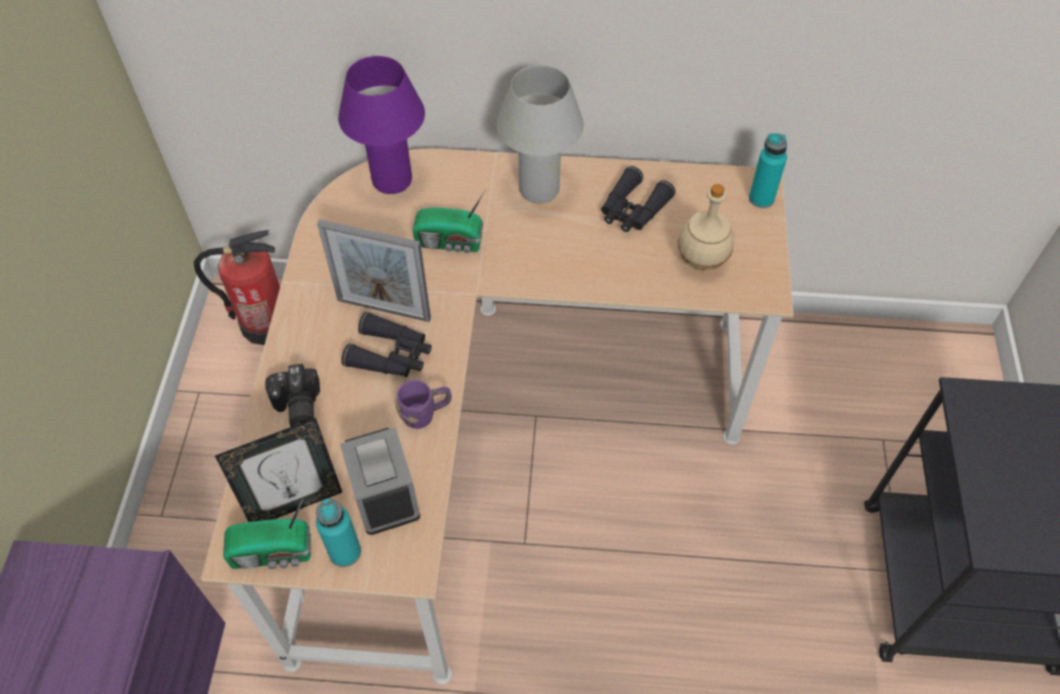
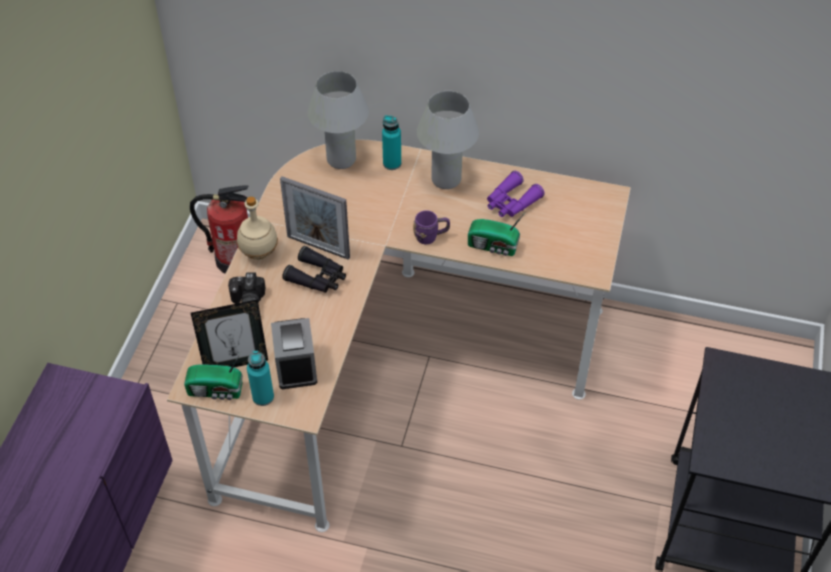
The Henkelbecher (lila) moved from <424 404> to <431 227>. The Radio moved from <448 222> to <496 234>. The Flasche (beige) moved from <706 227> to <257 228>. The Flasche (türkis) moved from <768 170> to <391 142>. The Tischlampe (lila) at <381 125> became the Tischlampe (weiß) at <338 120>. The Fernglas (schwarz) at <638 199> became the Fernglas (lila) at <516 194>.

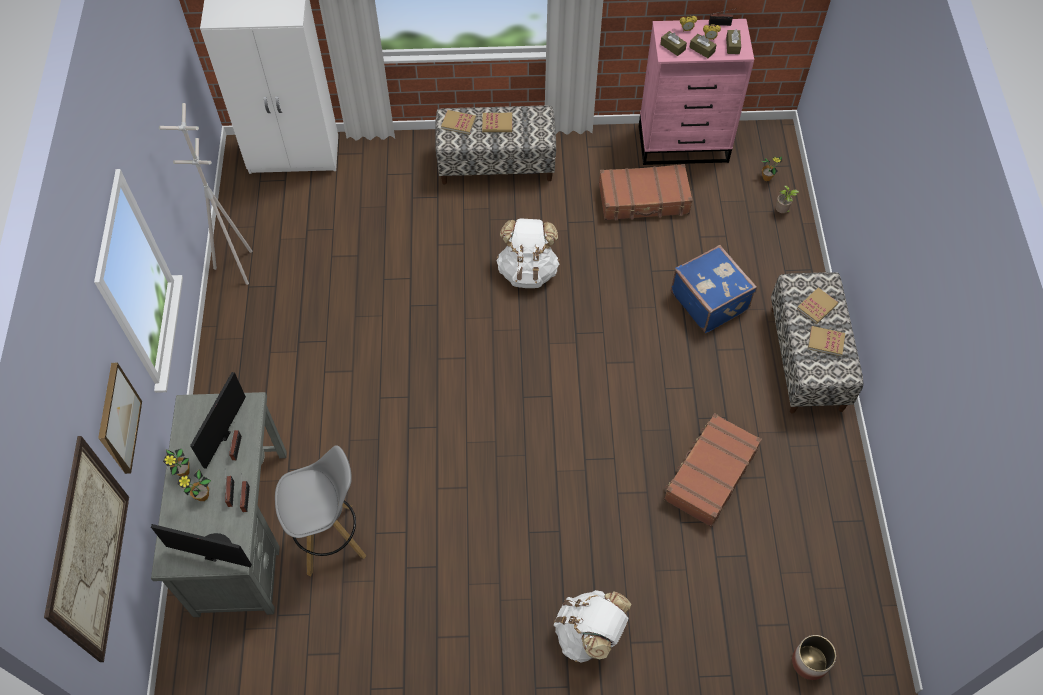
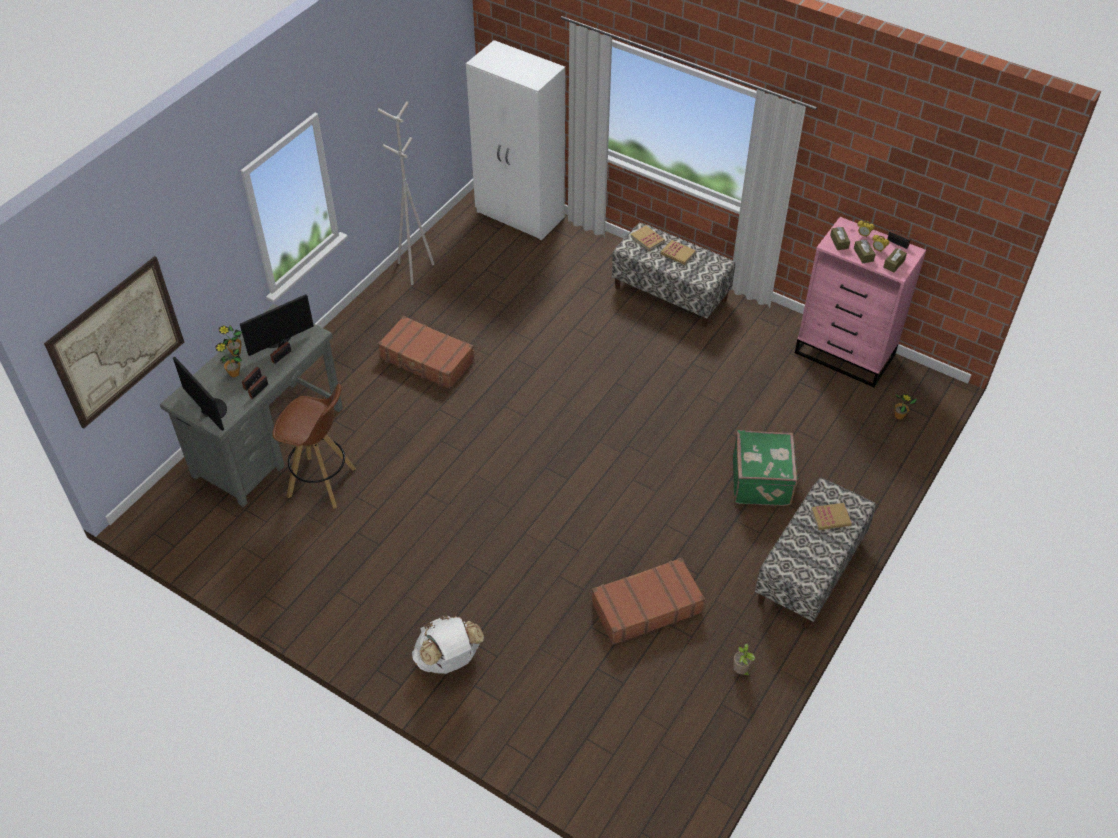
The Bild at <120 418> disappeared. The Rucksack (weiß) at <527 253> disappeared. The Pflanzkübel at <814 657> disappeared. The Buch at <826 341> disappeared. The Koffer (braun) moved from <646 192> to <426 352>. The Topfpflanze moved from <787 199> to <744 660>. The Hocker (grau) at <321 510> became the Hocker (braun) at <314 446>. The Koffer (blau) at <713 289> became the Koffer (grün) at <765 468>.

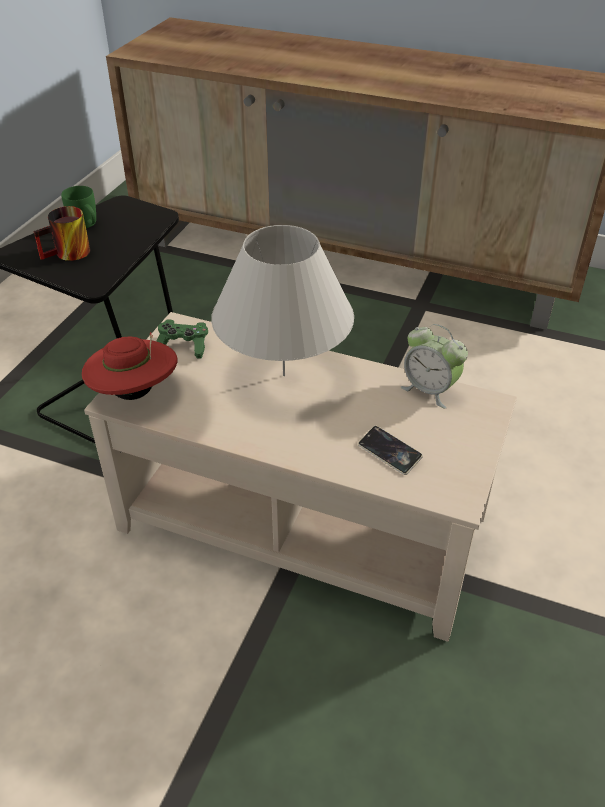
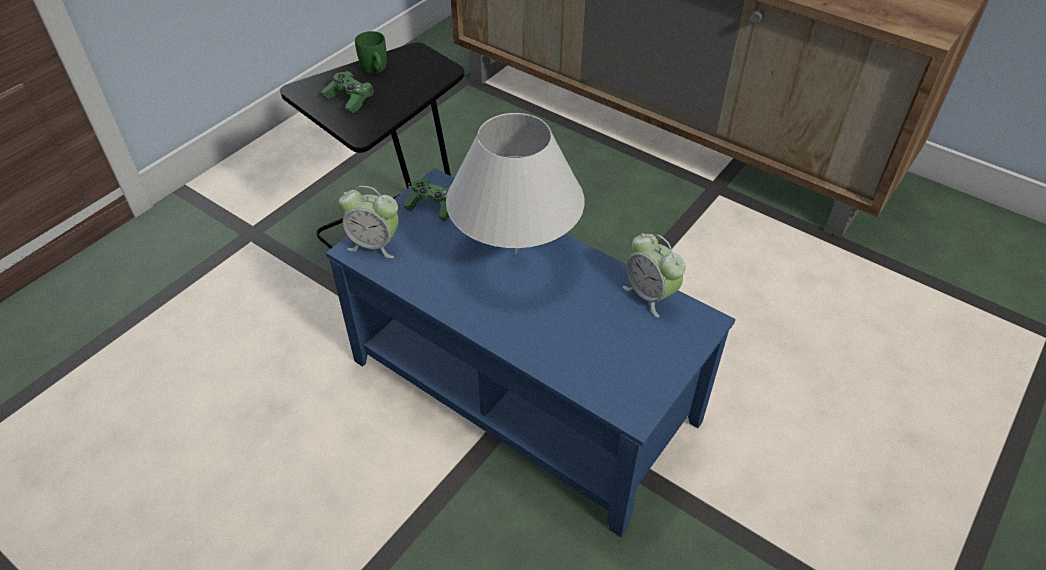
The Handy at <390 450> disappeared. The Henkelbecher at <61 233> was replaced by the Gamepad (grün) at <347 92>. The Hut (rot) at <130 366> was replaced by the Wecker at <369 222>. The Couchtisch (beige) at <300 477> became the Couchtisch (blau) at <531 352>.

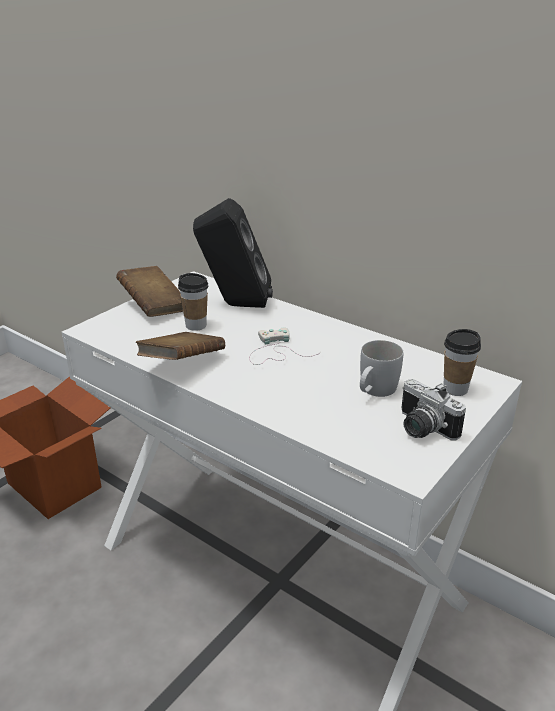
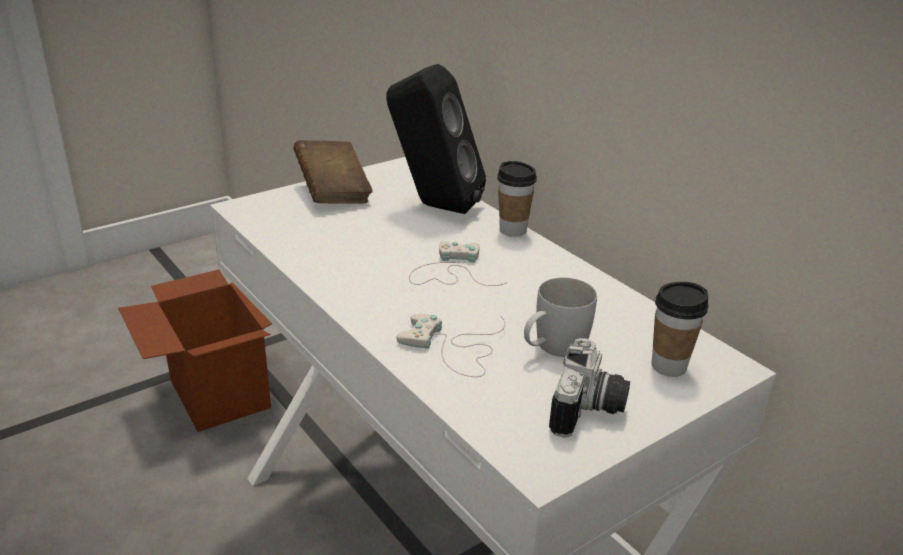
The Buch (braun) at <180 346> disappeared. The Gamepad (weiß) at <450 345> appeared. The Tasse moved from <193 302> to <517 199>. The Kamera at <434 409> turned 135 degrees counterclockwise.

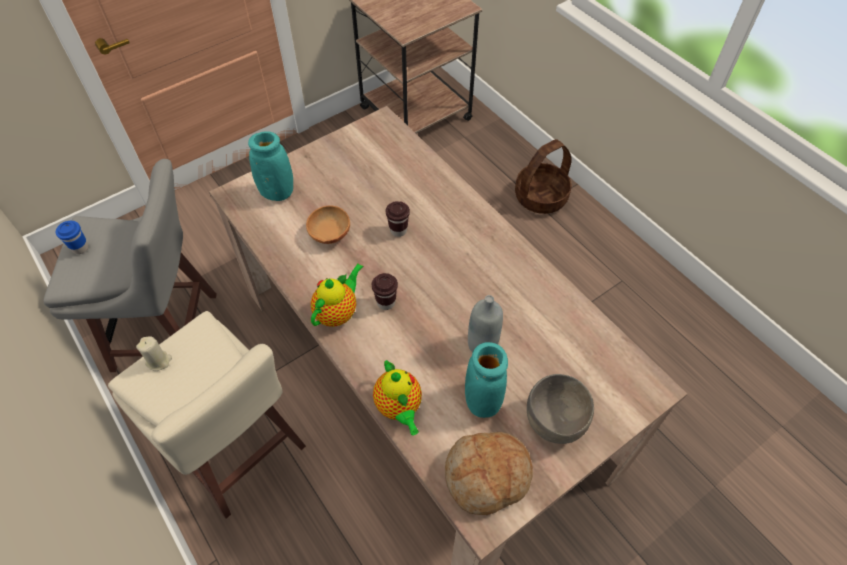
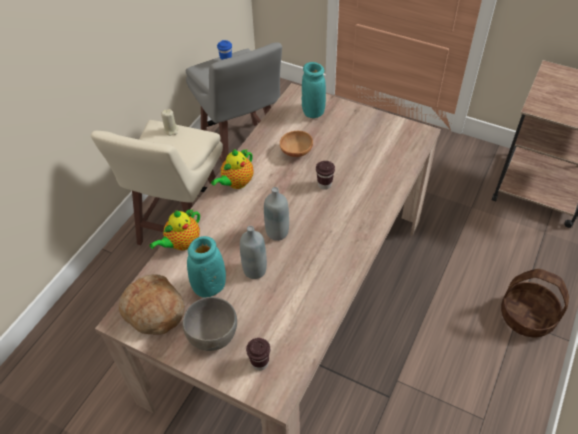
The Flasche (grau) at <276 214> appeared. The Tasse (braun) moved from <385 291> to <258 354>. The Teekanne at <337 295> turned 120 degrees clockwise.

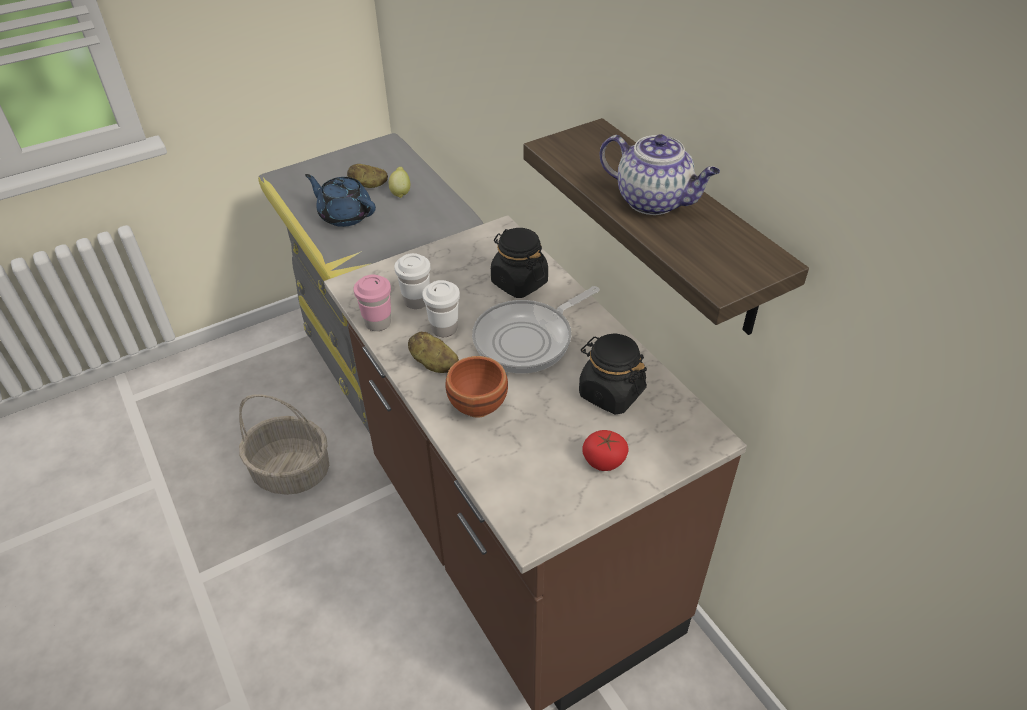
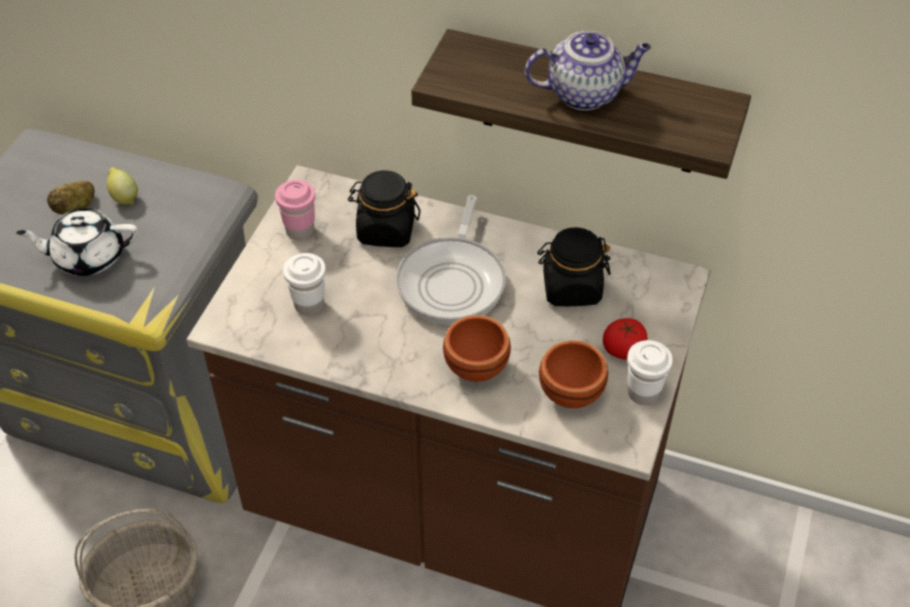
The Kartoffel at <433 352> disappeared. The Schüssel (braun) at <573 374> appeared. The Tasse (rosa) moved from <372 303> to <295 210>. The Tasse (weiß) moved from <441 308> to <650 372>. The Teekanne (blau) at <340 200> became the Teekanne (weiß) at <77 242>.

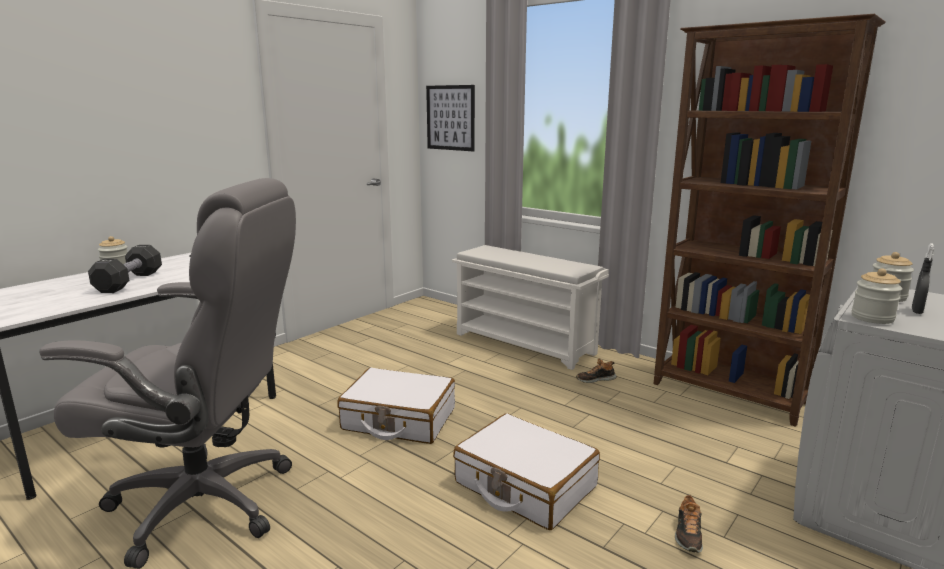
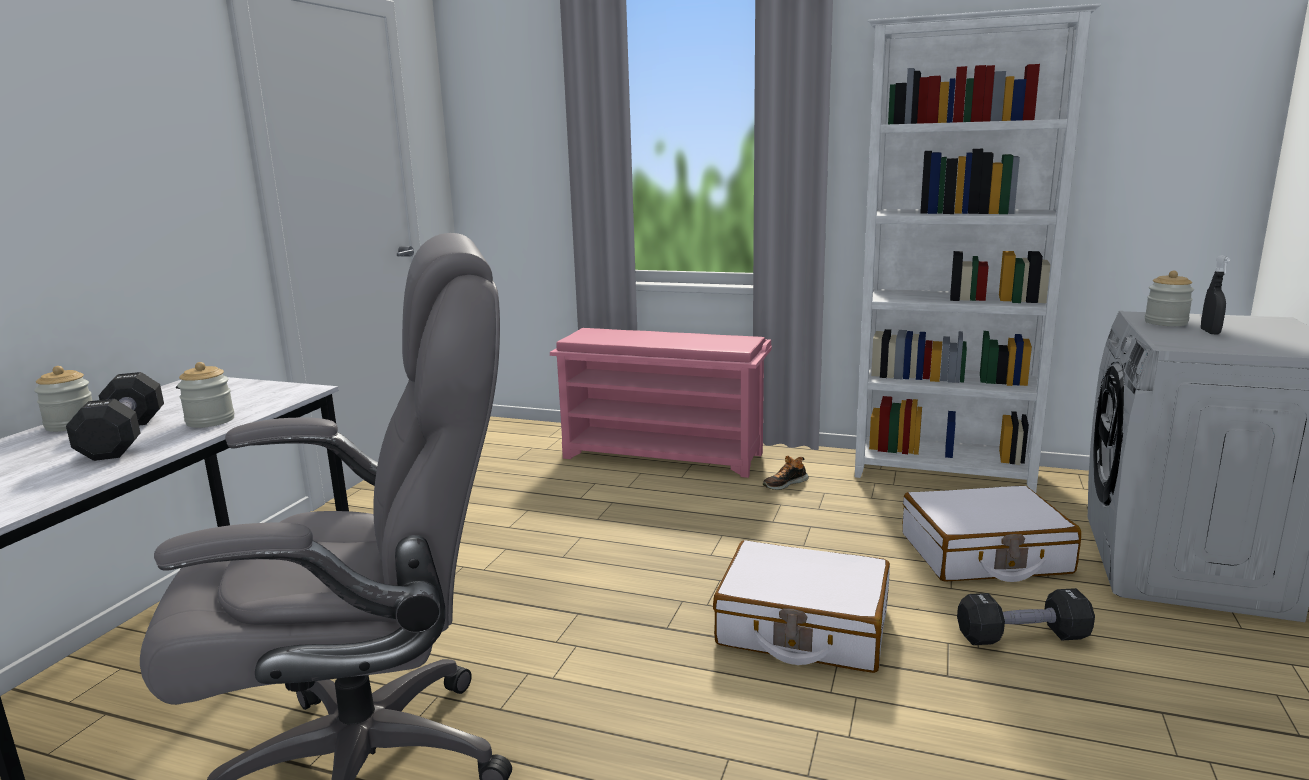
The Bild at <450 118> disappeared. The Koffer (weiß) moved from <396 406> to <991 533>. The Vorratsglas moved from <876 296> to <206 395>. The Schuh at <689 524> was replaced by the Hantel (schwarz) at <1026 616>. The Schuhregal (weiß) at <530 307> became the Schuhregal (rosa) at <661 403>. The Bücherregal (braun) at <769 220> became the Bücherregal (weiß) at <978 248>.

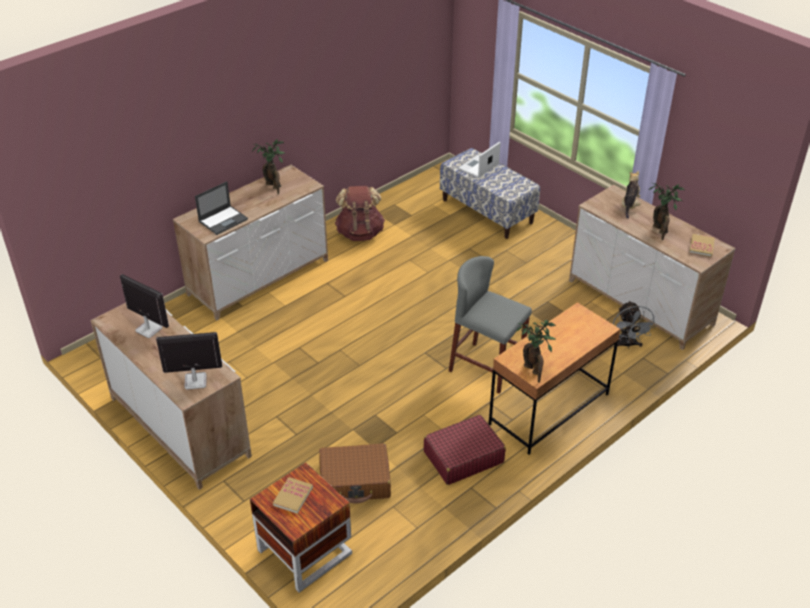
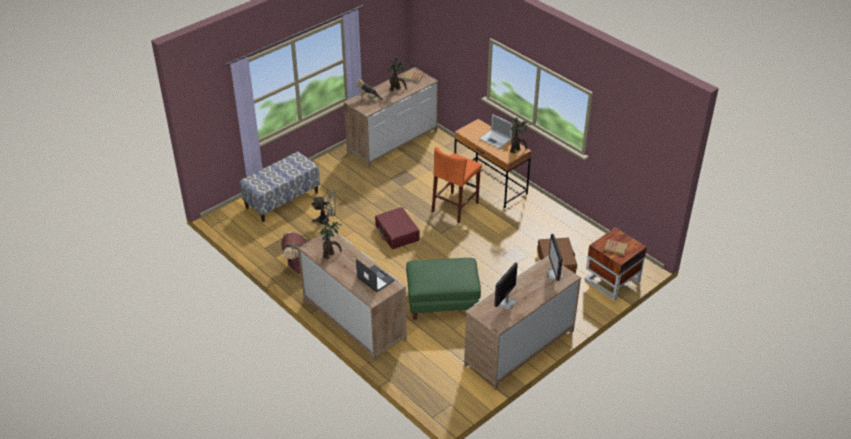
The Polsterhocker (grün) at <443 289> appeared. The Koffer (rot) moved from <464 450> to <397 228>. The Laptop moved from <479 160> to <496 131>. The Ventilator (grau) moved from <634 325> to <324 207>. The Hocker (grau) at <490 325> became the Hocker (orange) at <457 185>.

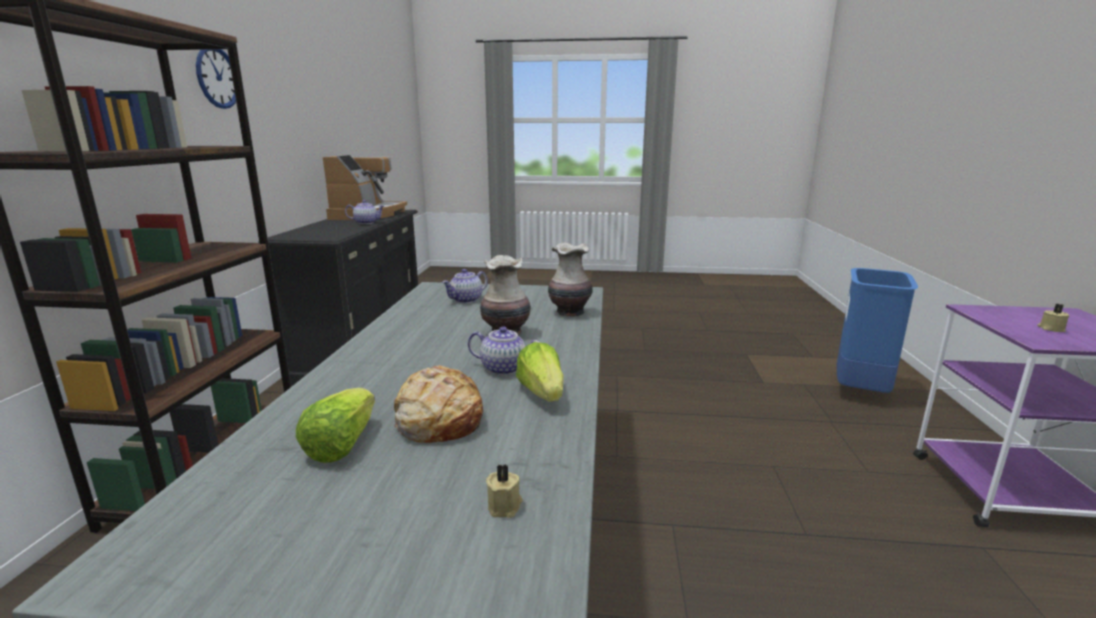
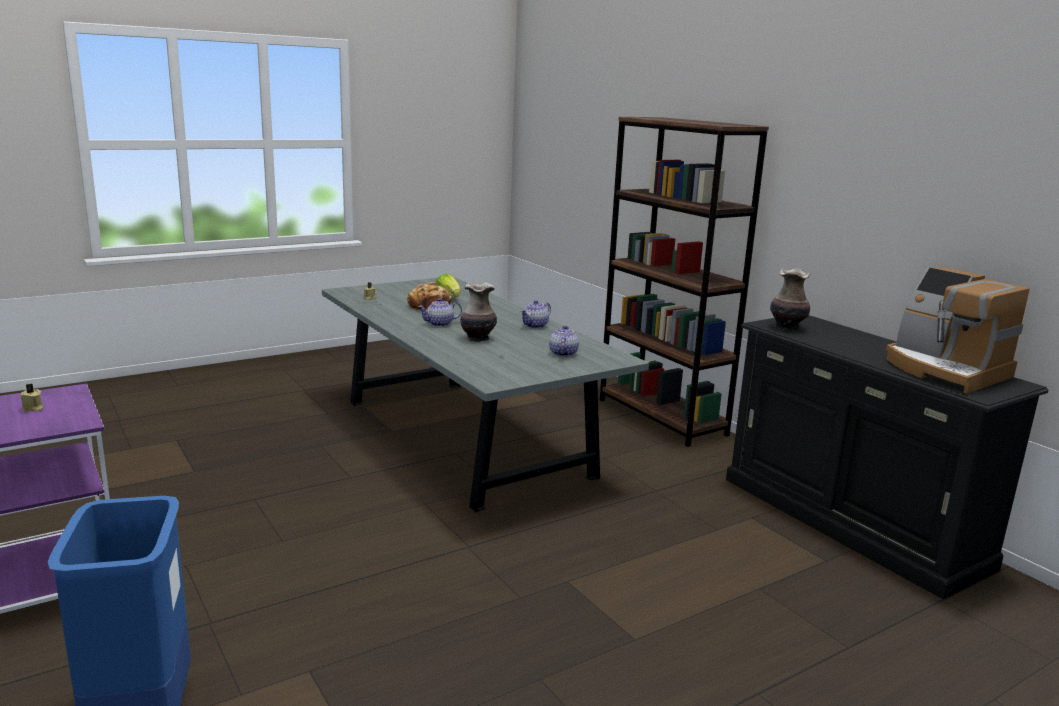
The Wanduhr at <216 79> disappeared. The Salatkopf at <539 371> disappeared. The Teekanne moved from <364 212> to <536 314>. The Vase moved from <570 280> to <790 299>.

